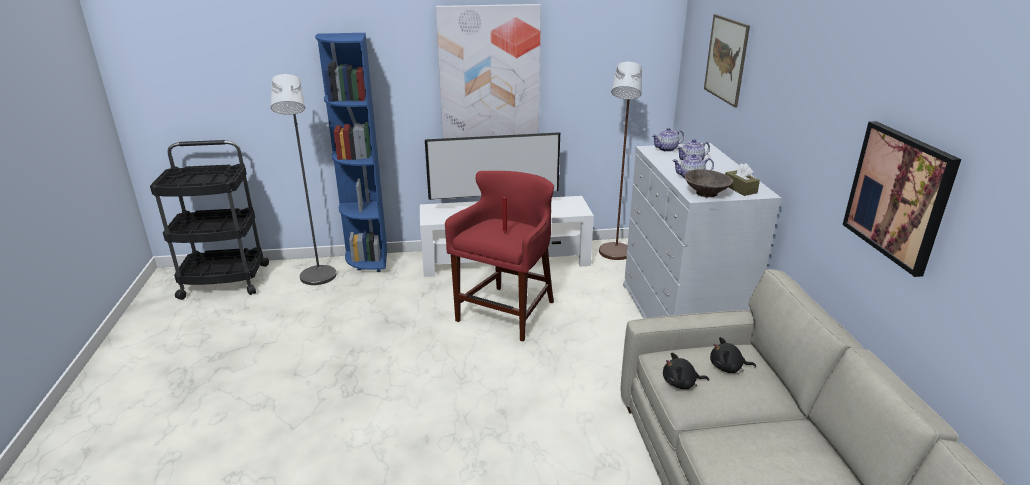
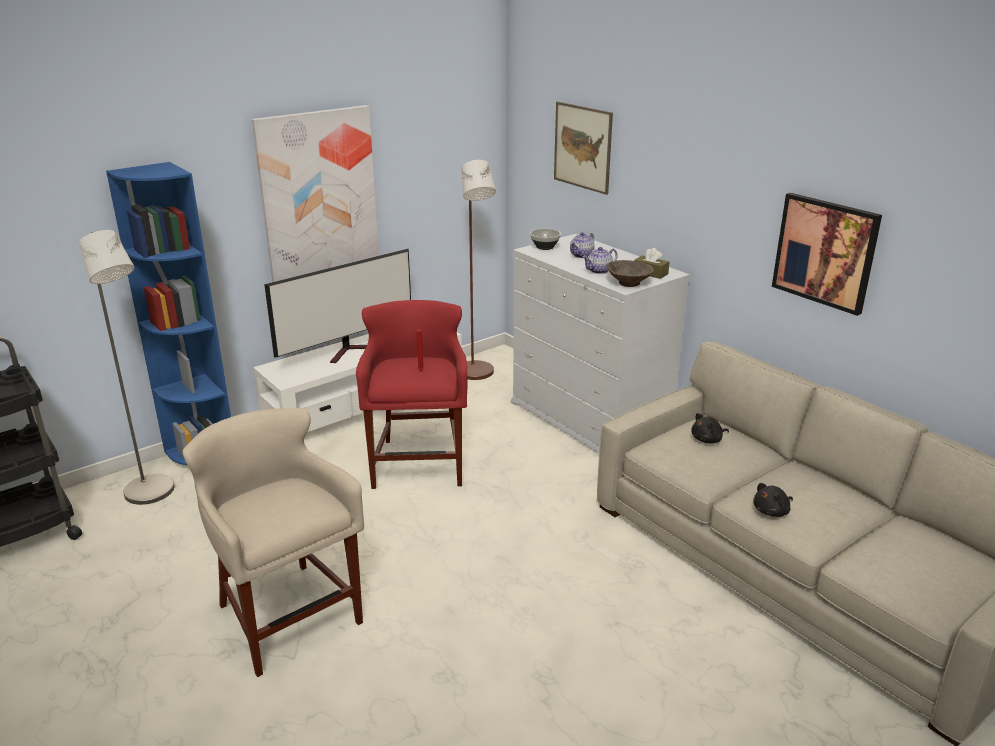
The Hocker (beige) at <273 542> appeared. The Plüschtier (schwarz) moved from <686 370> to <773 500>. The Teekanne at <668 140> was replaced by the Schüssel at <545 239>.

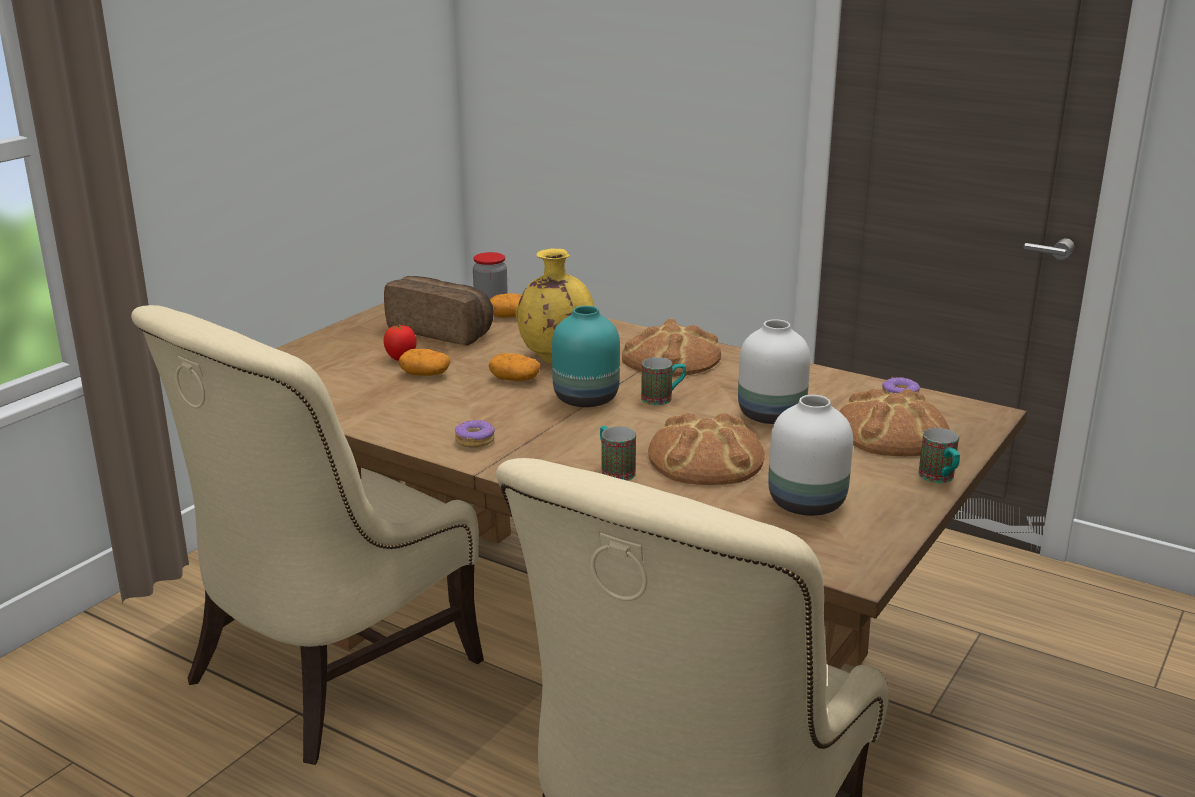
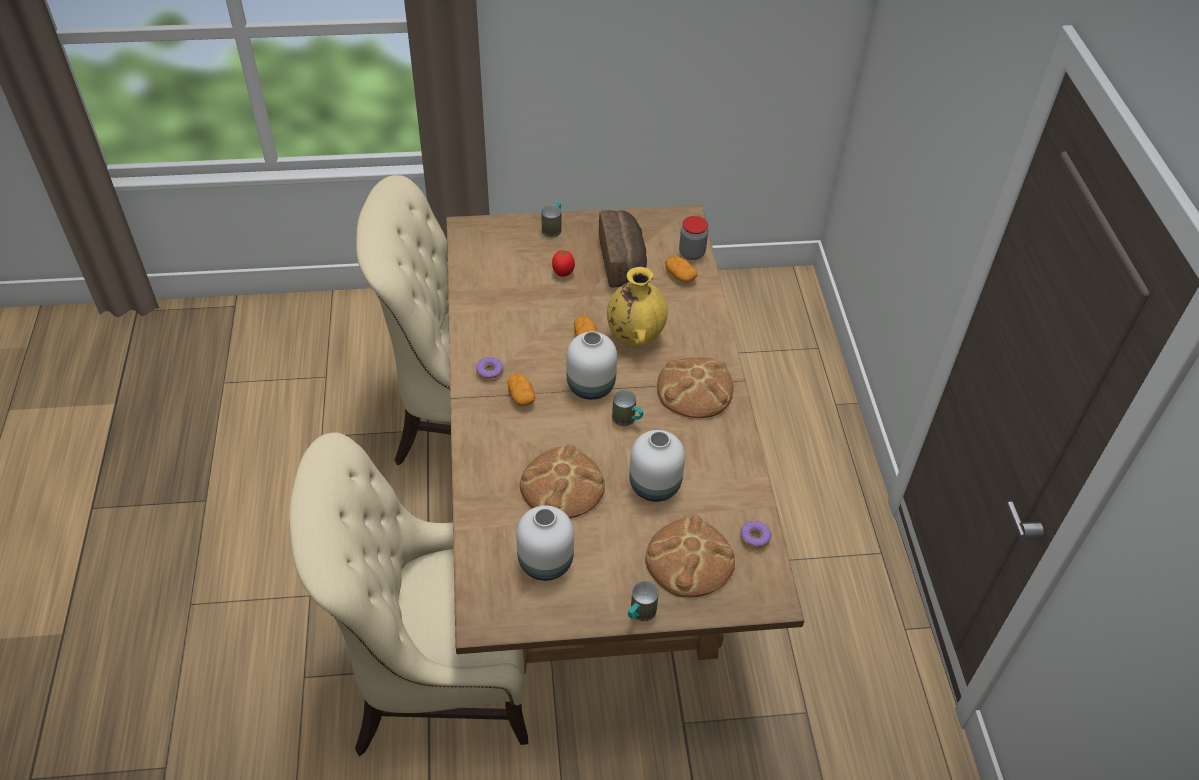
The Kartoffel moved from <424 362> to <521 389>. The Henkelbecher moved from <618 453> to <551 219>. The Vase (türkis) at <586 356> became the Vase (weiß) at <591 365>.

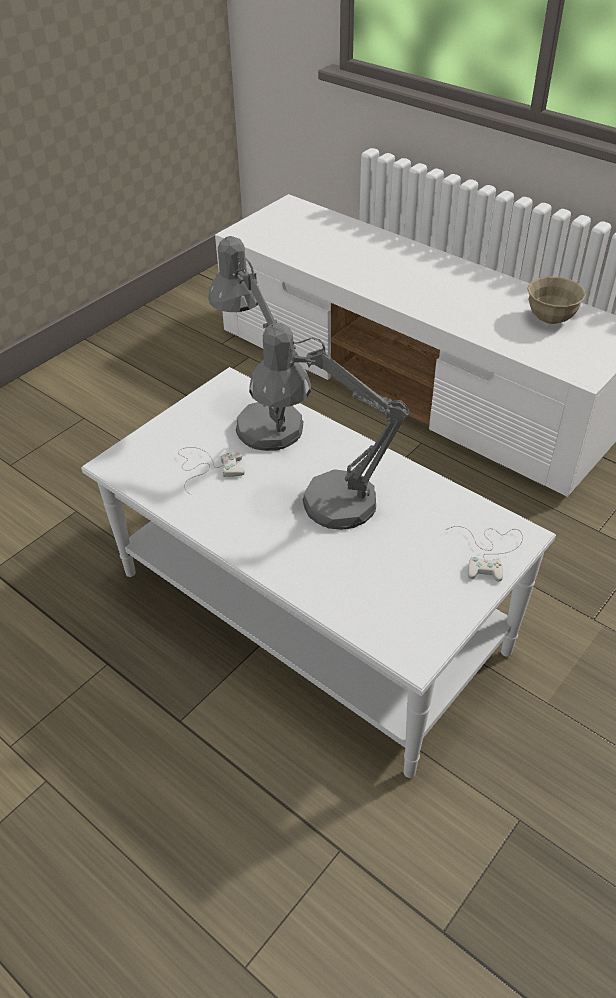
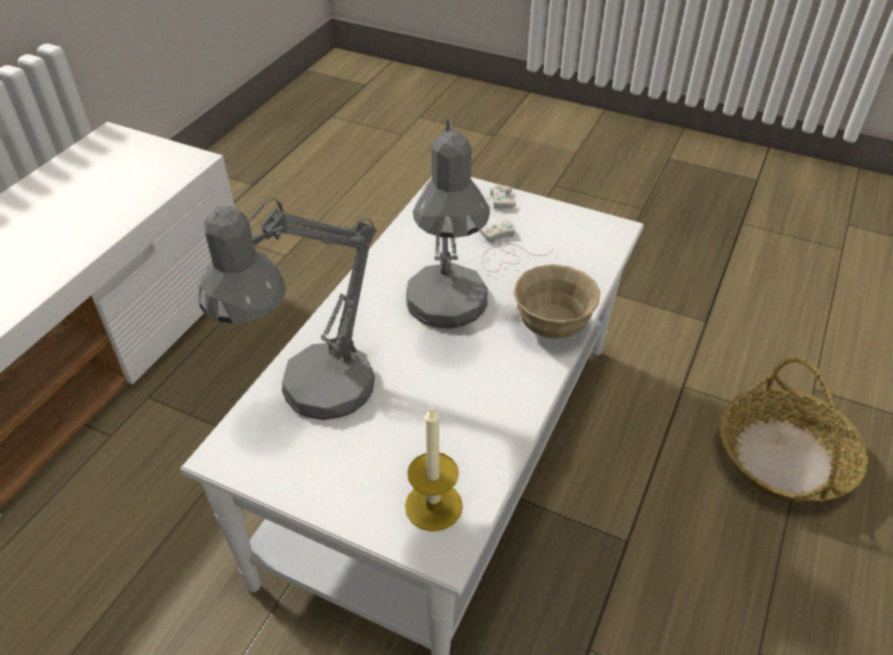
The Kerze at <434 469> appeared. The Korb at <794 429> appeared. The Gamepad (weiß) moved from <211 471> to <517 246>. The Schüssel (beige) moved from <556 300> to <557 301>.

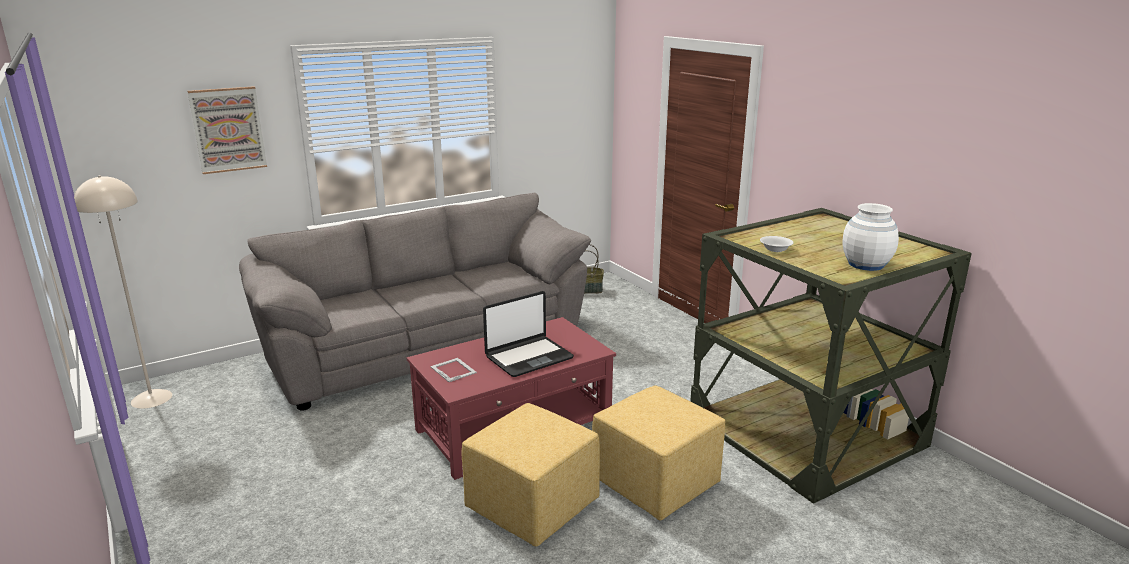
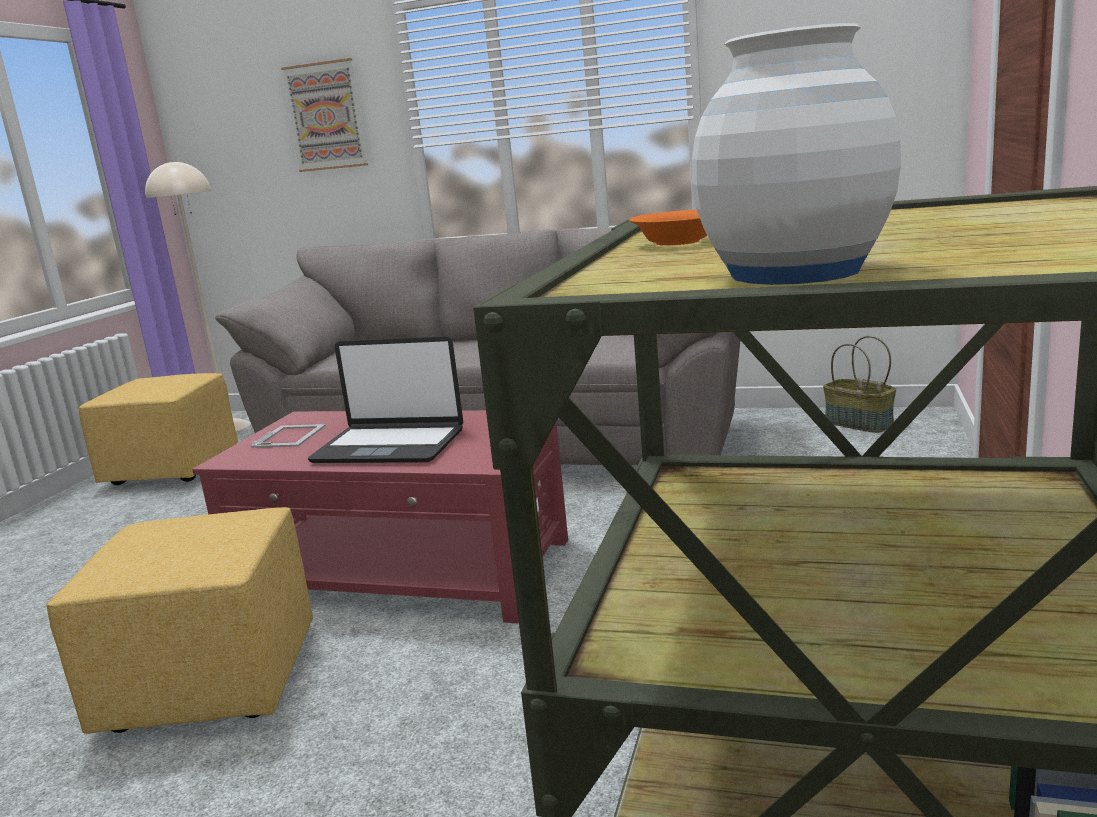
The Polsterhocker (gelb) moved from <658 453> to <158 429>. The Schüssel (weiß) at <776 244> became the Schüssel (orange) at <668 228>.

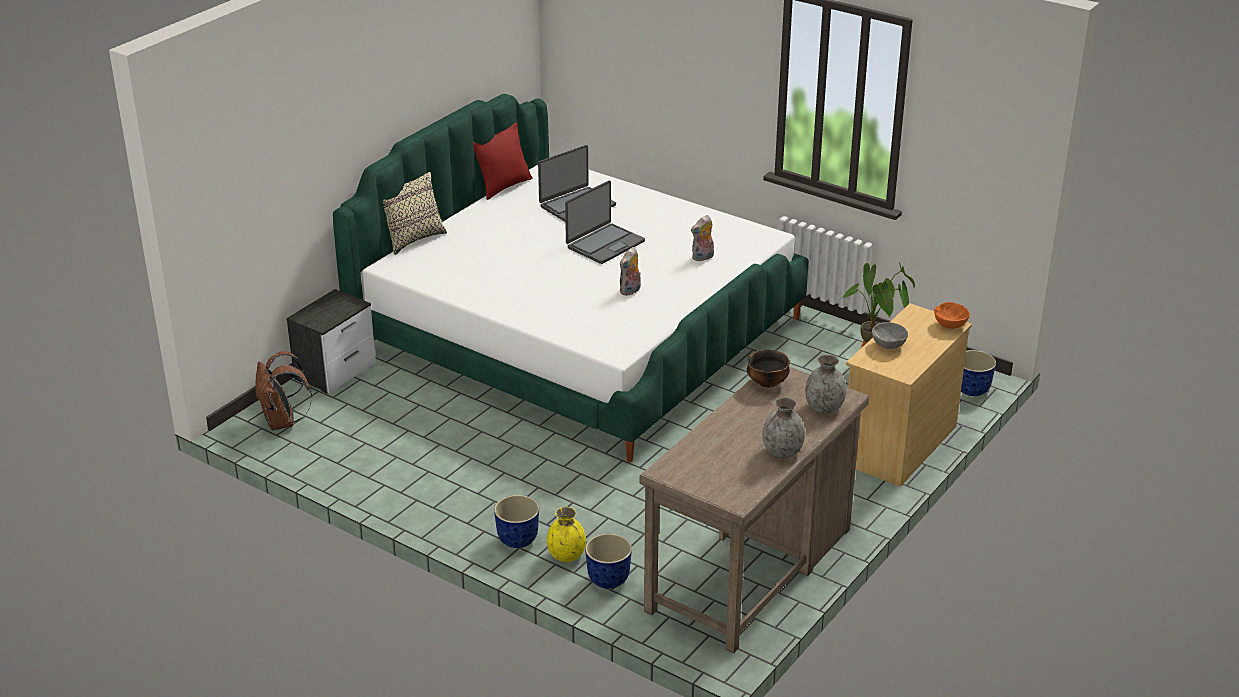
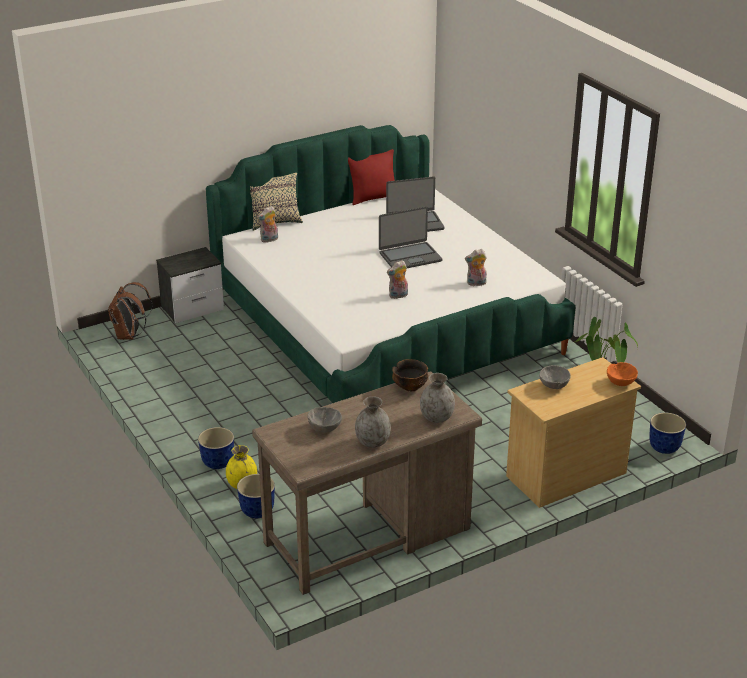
The Plüschtier at <267 224> appeared. The Schüssel (grau) at <325 420> appeared.

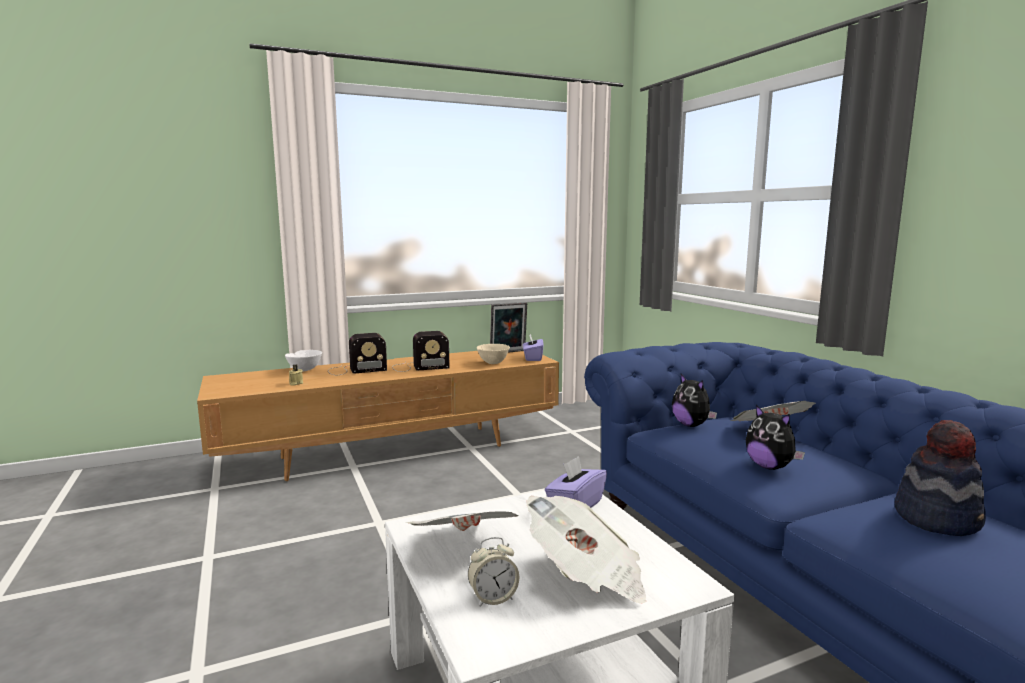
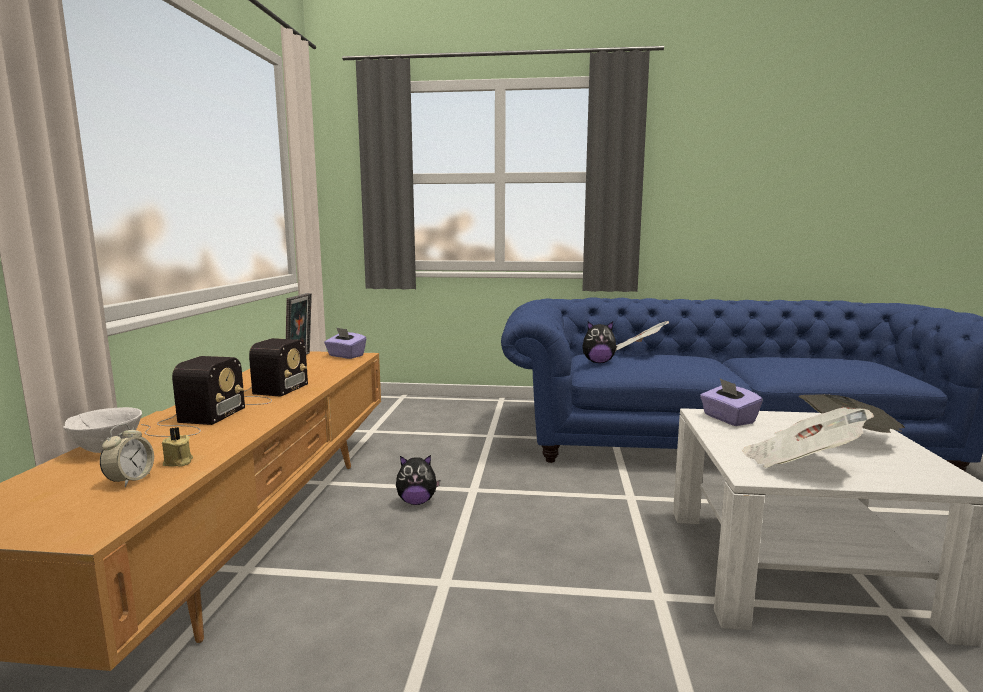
The Schüssel (beige) at <493 354> disappeared. The Hut at <940 478> disappeared. The Wecker moved from <493 572> to <127 455>. The Plüschtier moved from <775 437> to <418 480>.

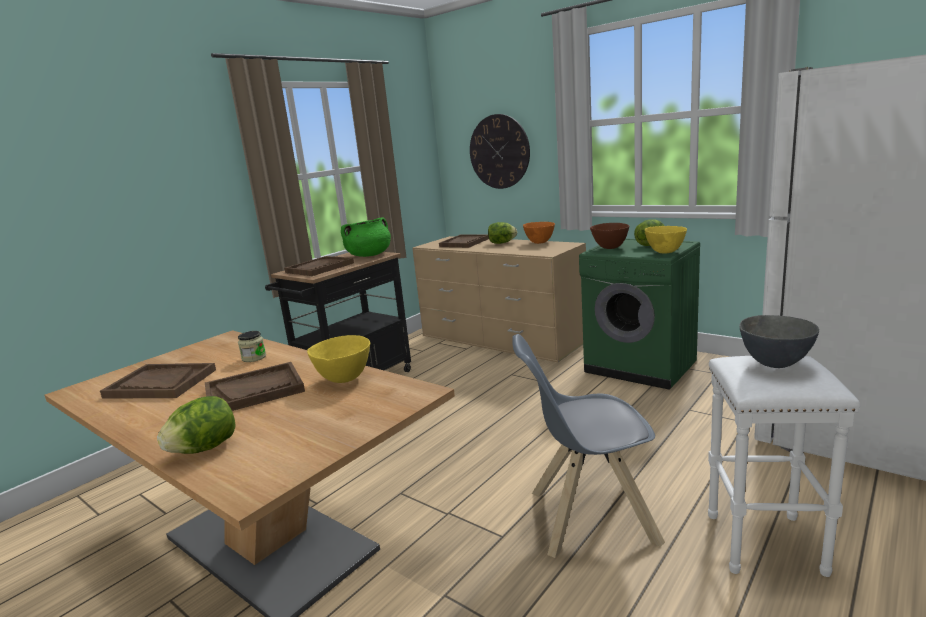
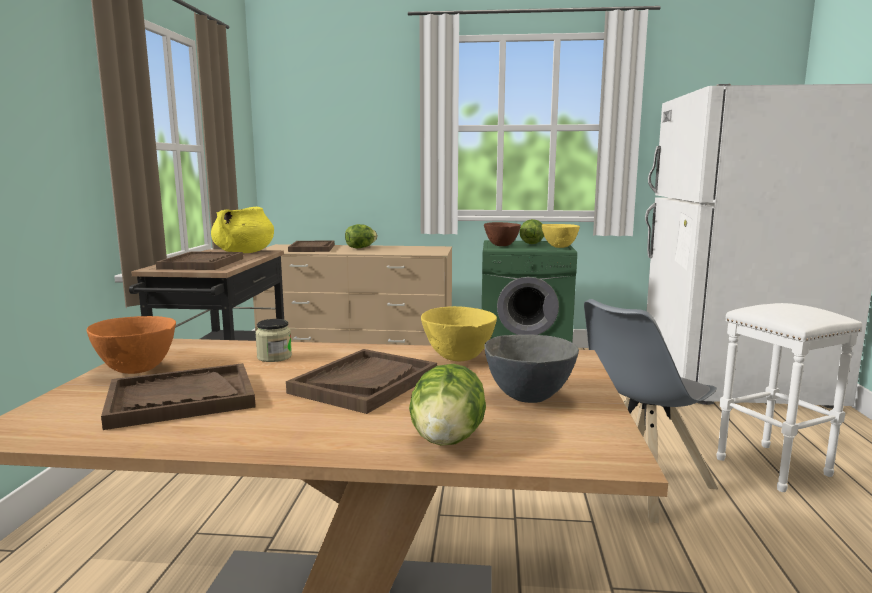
The Wanduhr at <500 151> disappeared. The Schüssel (orange) moved from <539 233> to <131 345>. The Schüssel (grau) moved from <779 341> to <532 368>. The Kochtopf (grün) at <366 237> became the Kochtopf (gelb) at <242 230>.

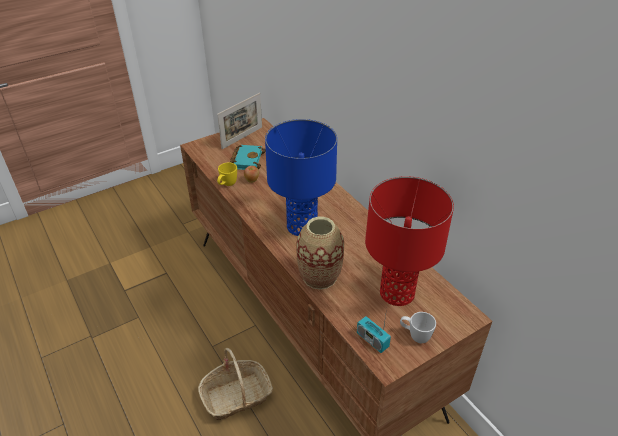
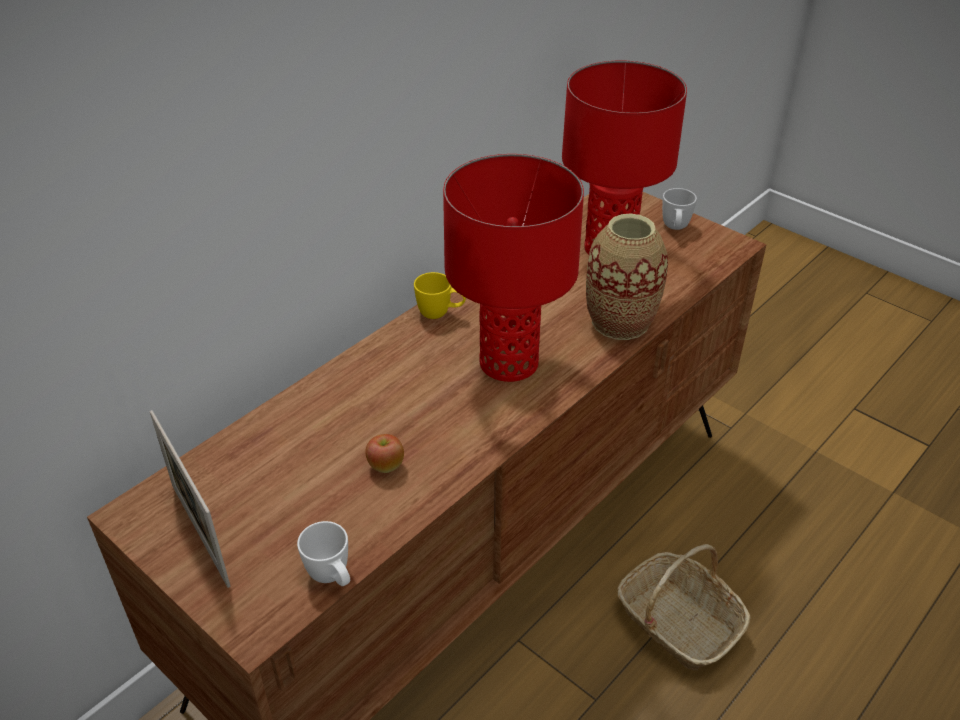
The Buch (türkis) at <248 157> disappeared. The Radio at <374 331> disappeared. The Henkelbecher (weiß) at <323 553> appeared. The Henkelbecher (gelb) moved from <227 174> to <440 295>. The Tischlampe (blau) at <301 177> became the Tischlampe (rot) at <513 268>. The Bilderrahmen at <239 121> turned 150 degrees counterclockwise.

